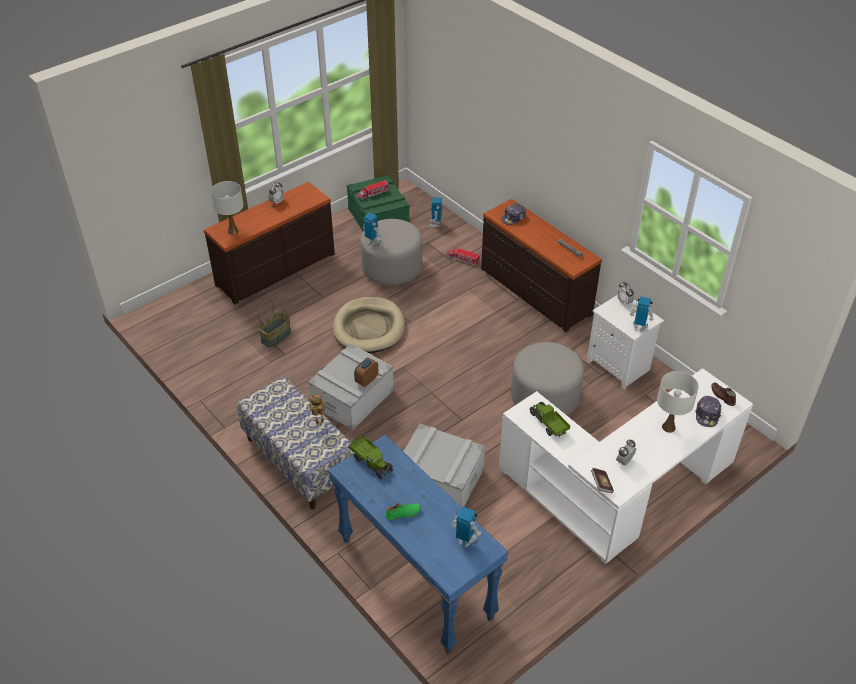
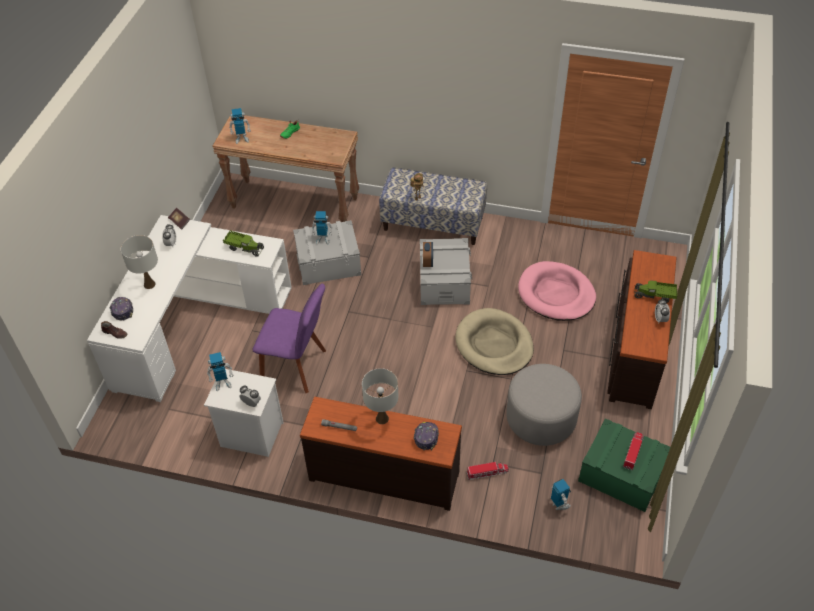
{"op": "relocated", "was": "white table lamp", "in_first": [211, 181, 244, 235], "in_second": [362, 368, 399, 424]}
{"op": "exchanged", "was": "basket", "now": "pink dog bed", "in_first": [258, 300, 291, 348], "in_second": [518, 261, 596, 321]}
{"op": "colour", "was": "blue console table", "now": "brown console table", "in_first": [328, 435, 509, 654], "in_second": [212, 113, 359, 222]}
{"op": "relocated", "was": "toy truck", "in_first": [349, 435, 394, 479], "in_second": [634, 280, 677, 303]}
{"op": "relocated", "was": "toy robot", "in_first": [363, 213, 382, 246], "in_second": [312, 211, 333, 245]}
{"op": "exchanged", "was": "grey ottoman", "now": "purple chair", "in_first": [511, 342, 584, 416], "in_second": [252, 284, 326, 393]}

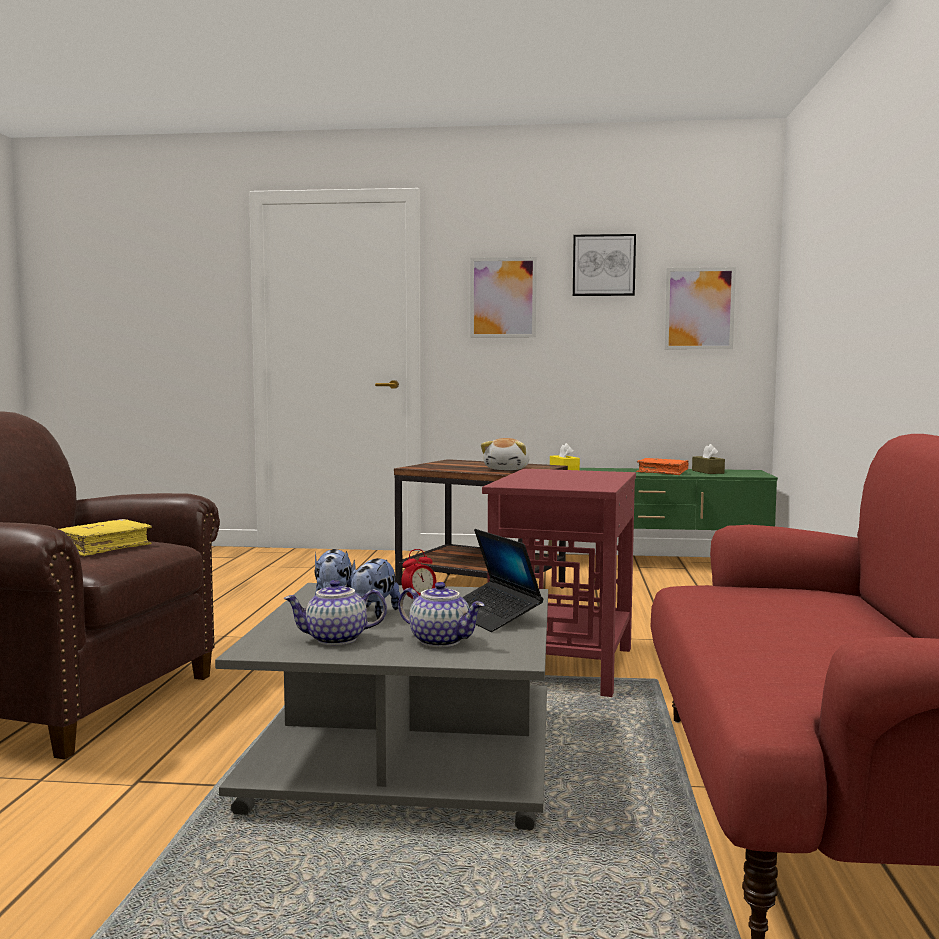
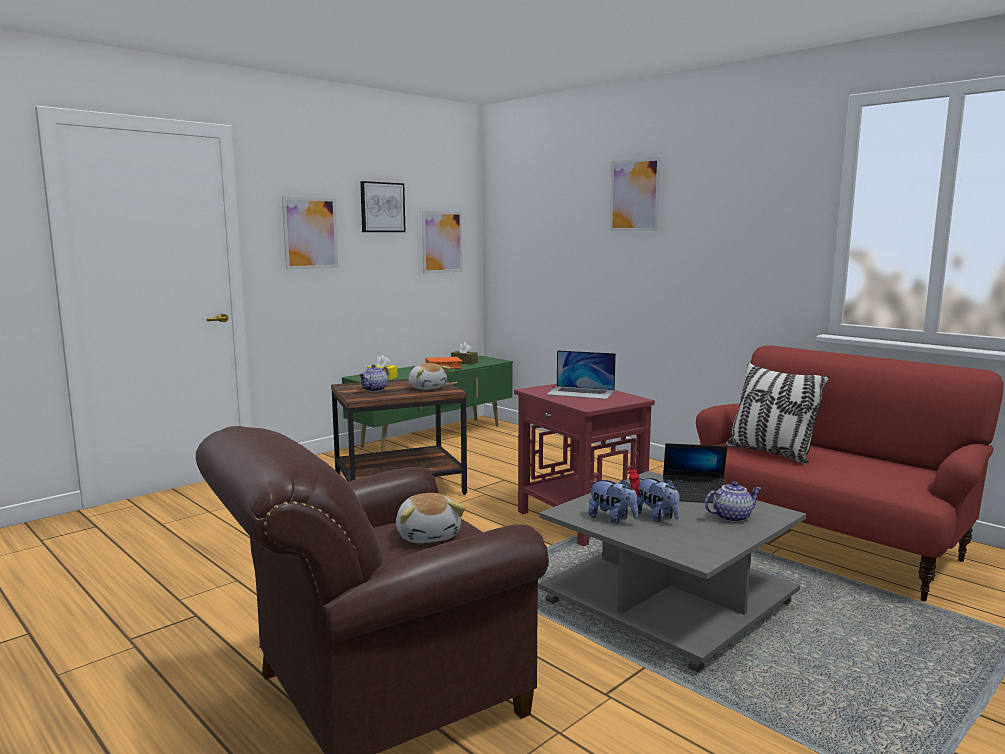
{"op": "exchanged", "was": "yellow book", "now": "plush toy", "in_first": [59, 519, 152, 556], "in_second": [396, 493, 465, 543]}
{"op": "relocated", "was": "teapot", "in_first": [283, 580, 387, 645], "in_second": [359, 364, 389, 392]}
{"op": "appeared", "now": "laptop", "in_second": [546, 350, 616, 399]}
{"op": "appeared", "now": "picture", "in_second": [609, 157, 661, 231]}
{"op": "appeared", "now": "pillow", "in_second": [726, 363, 829, 464]}

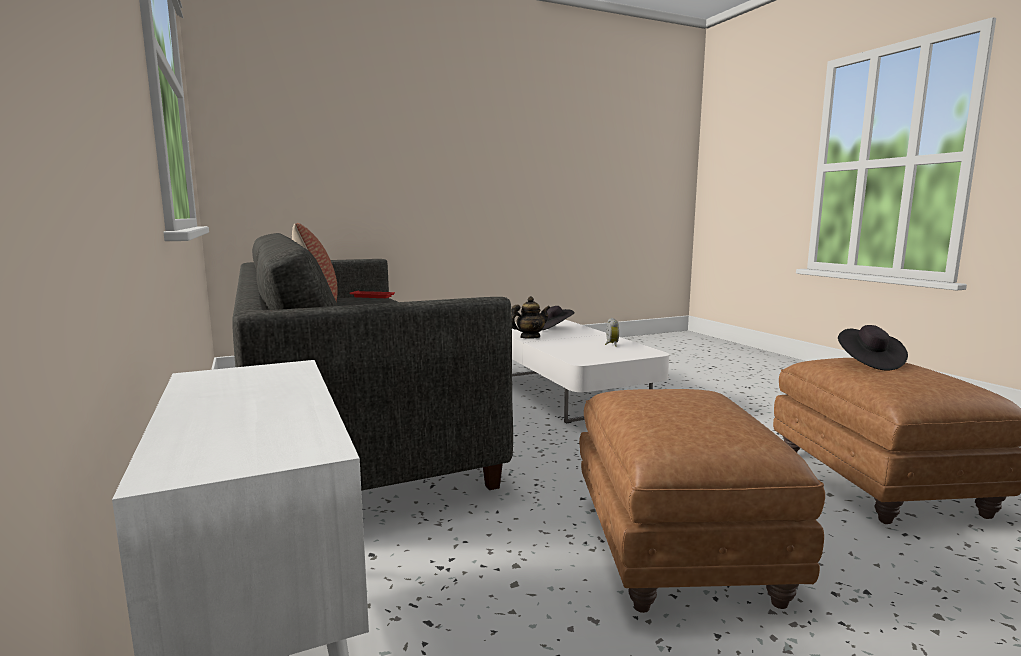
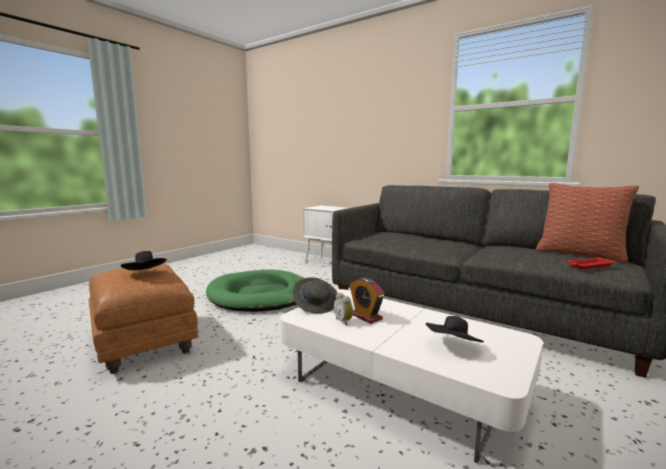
{"op": "missing", "was": "teapot", "in_first": [512, 296, 550, 339]}
{"op": "exchanged", "was": "brown ottoman", "now": "green dog bed", "in_first": [579, 389, 825, 613], "in_second": [206, 270, 304, 312]}
{"op": "appeared", "now": "grey hat", "in_second": [293, 277, 338, 314]}
{"op": "appeared", "now": "alarm clock", "in_second": [350, 277, 385, 324]}

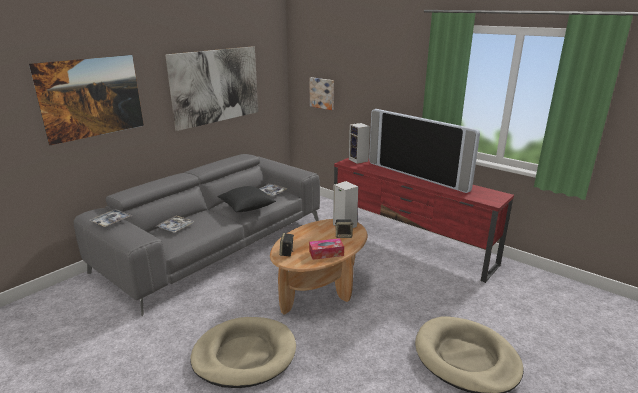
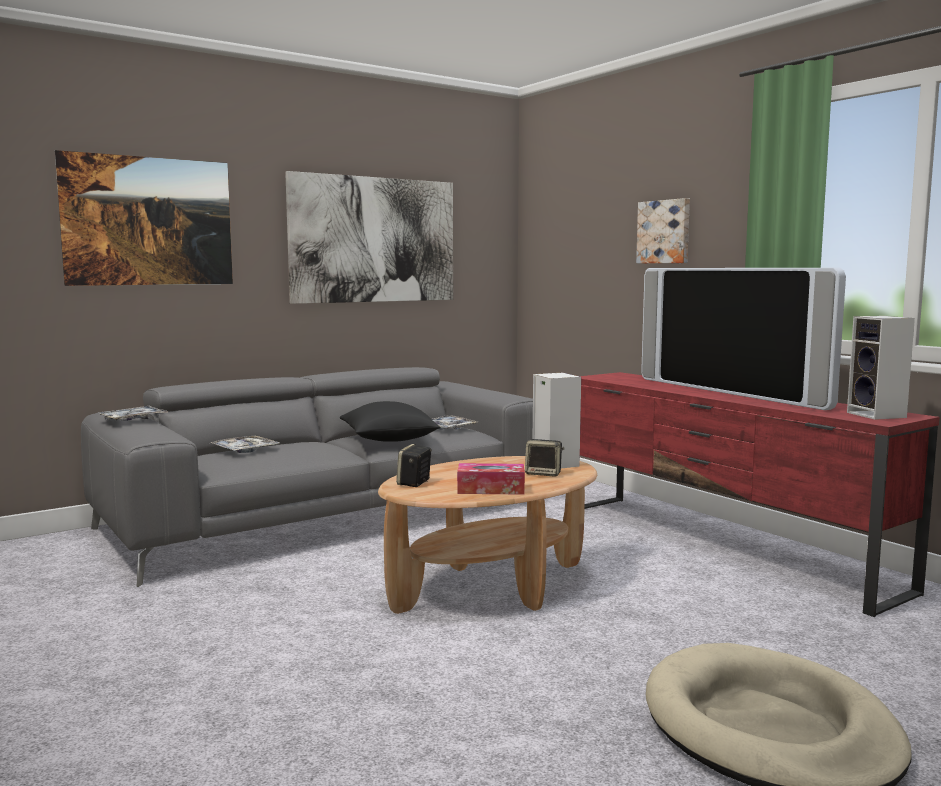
{"op": "missing", "was": "beige dog bed", "in_first": [190, 317, 296, 388]}
{"op": "relocated", "was": "picture", "in_first": [309, 77, 334, 110], "in_second": [636, 198, 690, 264]}
{"op": "relocated", "was": "speaker", "in_first": [349, 123, 370, 164], "in_second": [847, 316, 915, 420]}

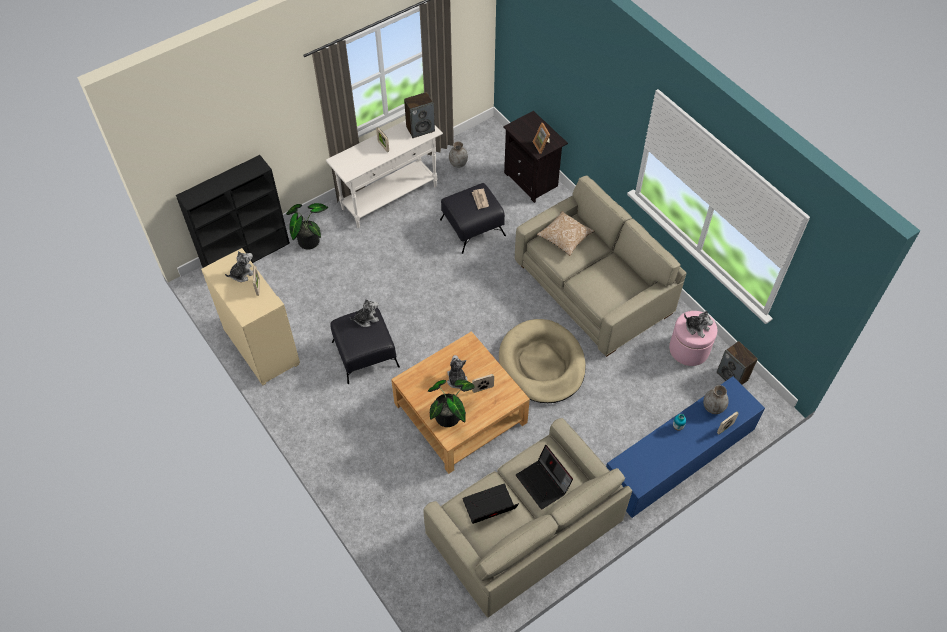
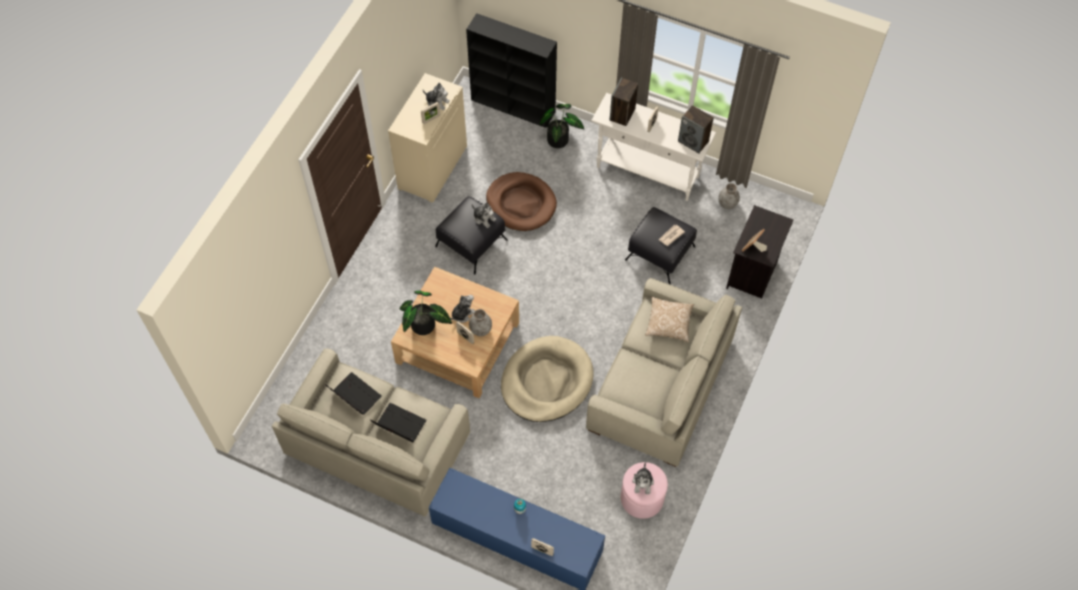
{"op": "spun", "was": "laptop", "in_first": [516, 445, 573, 509], "in_second": [370, 403, 426, 442], "clockwise": 90}
{"op": "relocated", "was": "grey vase", "in_first": [703, 385, 729, 414], "in_second": [469, 309, 492, 336]}
{"op": "relocated", "was": "speaker", "in_first": [717, 341, 758, 385], "in_second": [610, 77, 638, 126]}
{"op": "appeared", "now": "brown dog bed", "in_second": [486, 172, 557, 231]}

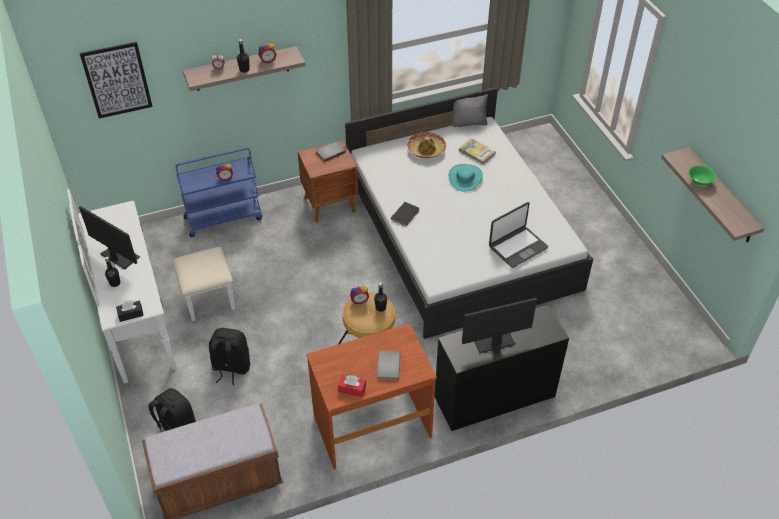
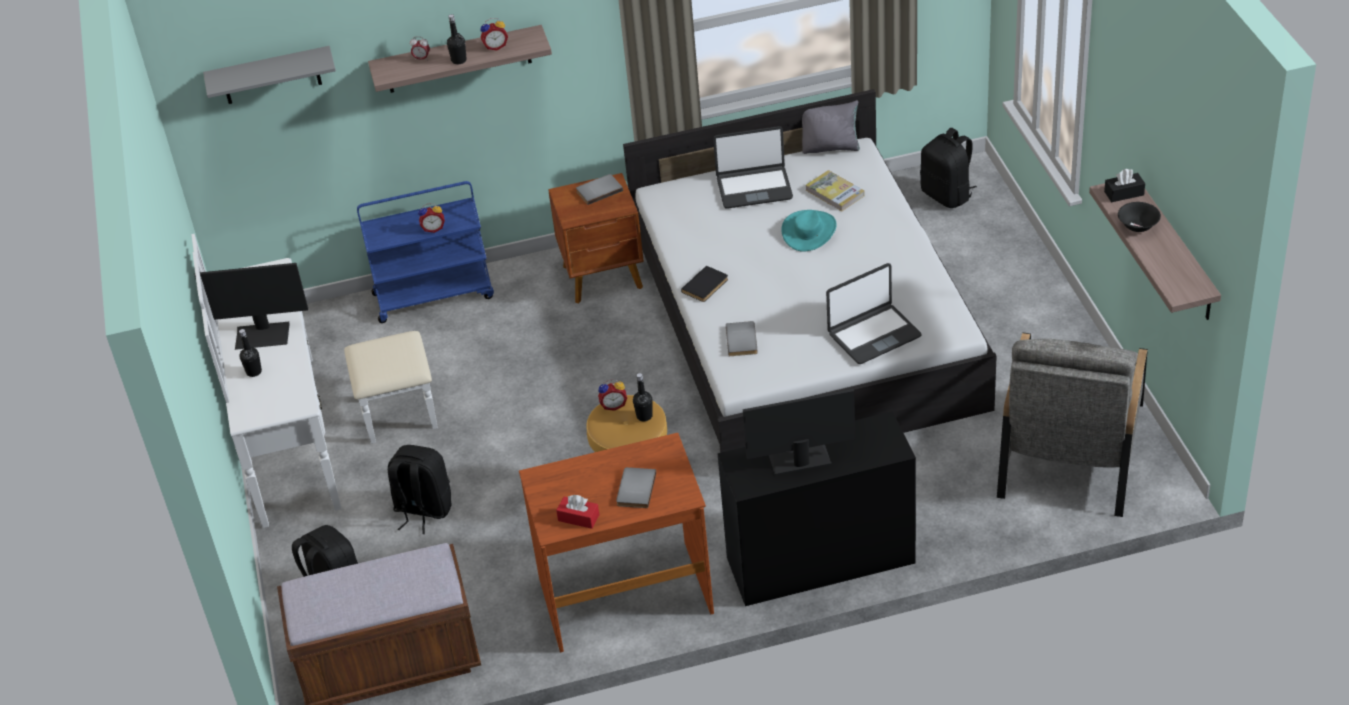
{"op": "spun", "was": "monitor", "in_first": [79, 206, 140, 269], "in_second": [194, 263, 308, 350], "clockwise": 135}
{"op": "exchanged", "was": "picture", "now": "grey shelf", "in_first": [80, 42, 153, 118], "in_second": [203, 46, 336, 104]}
{"op": "relocated", "was": "black tissue box", "in_first": [116, 300, 144, 322], "in_second": [1104, 169, 1145, 202]}
{"op": "exchanged", "was": "hat", "now": "laptop", "in_first": [407, 132, 446, 158], "in_second": [713, 126, 793, 209]}
{"op": "colour", "was": "green bowl", "now": "black bowl", "in_first": [688, 165, 716, 185], "in_second": [1118, 202, 1161, 232]}
{"op": "appeared", "now": "grey book", "in_second": [726, 321, 758, 356]}
{"op": "appeared", "now": "black backpack", "in_second": [920, 128, 977, 208]}
{"op": "appeared", "now": "grey armchair", "in_second": [997, 333, 1148, 517]}

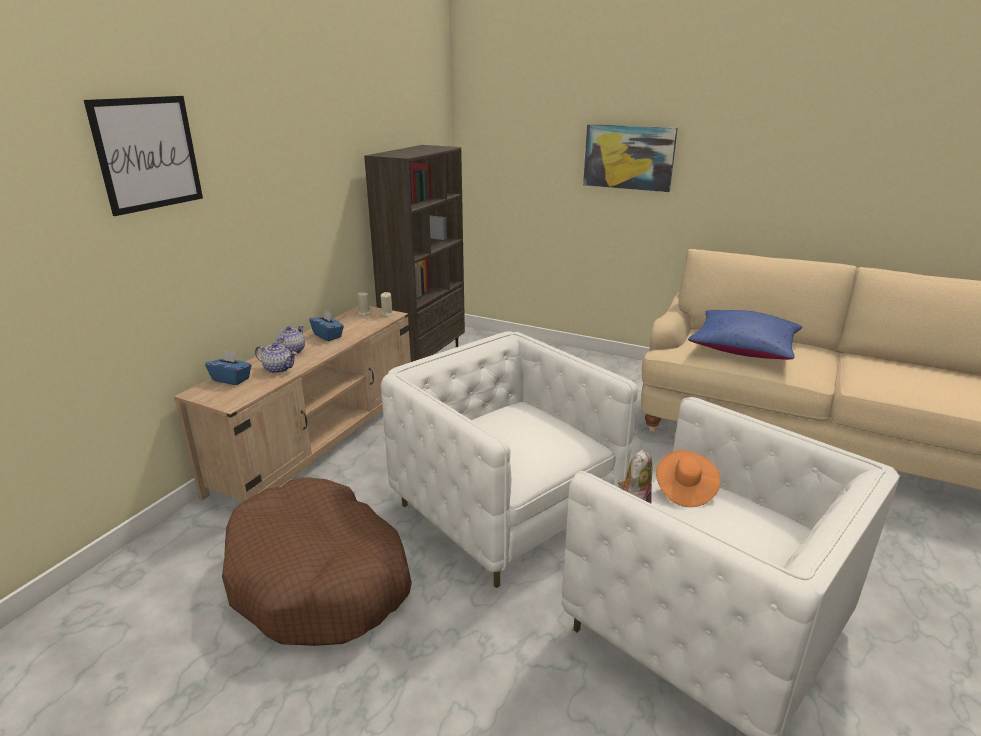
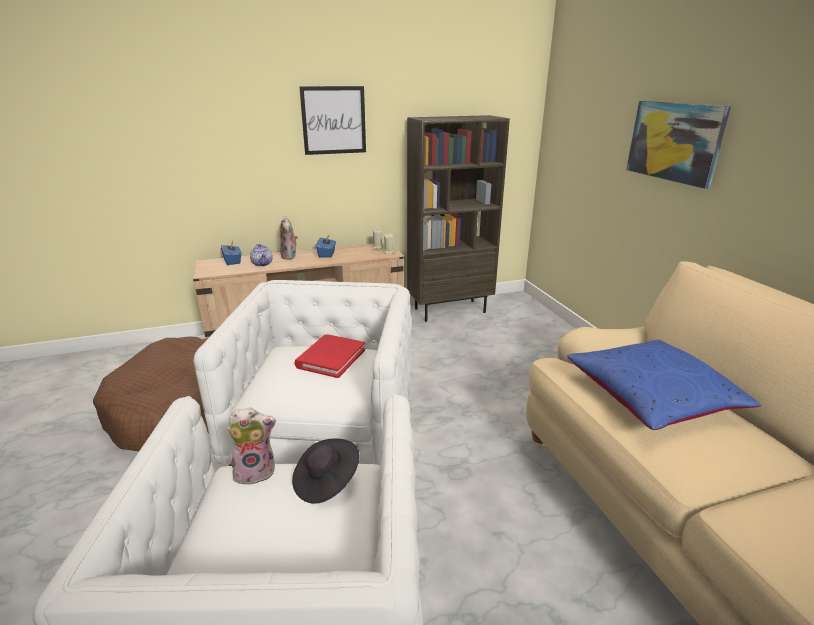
{"op": "relocated", "was": "picture", "in_first": [84, 96, 203, 216], "in_second": [299, 86, 366, 155]}
{"op": "exchanged", "was": "teapot", "now": "plush toy", "in_first": [275, 325, 305, 355], "in_second": [280, 216, 298, 260]}
{"op": "colour", "was": "orange hat", "now": "black hat", "in_first": [656, 450, 720, 507], "in_second": [292, 438, 360, 504]}
{"op": "appeared", "now": "red book", "in_second": [294, 334, 365, 378]}

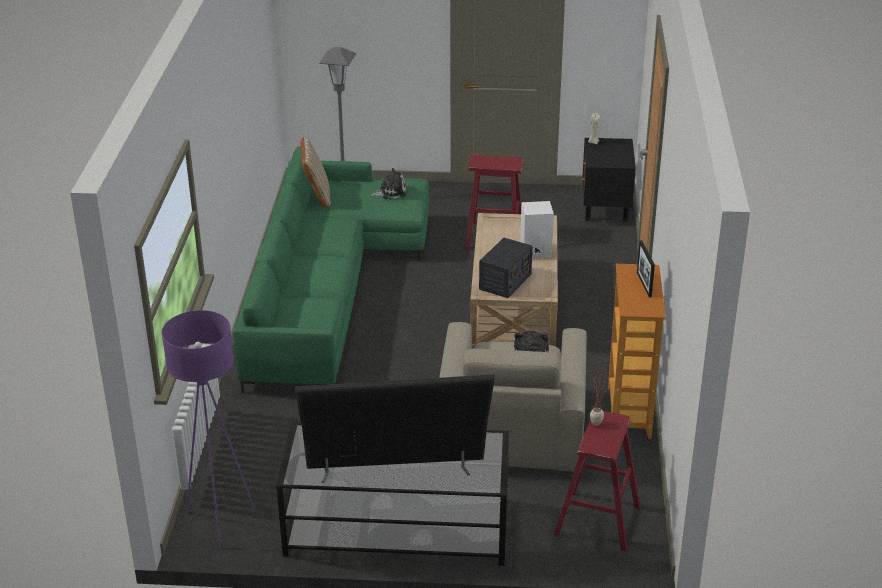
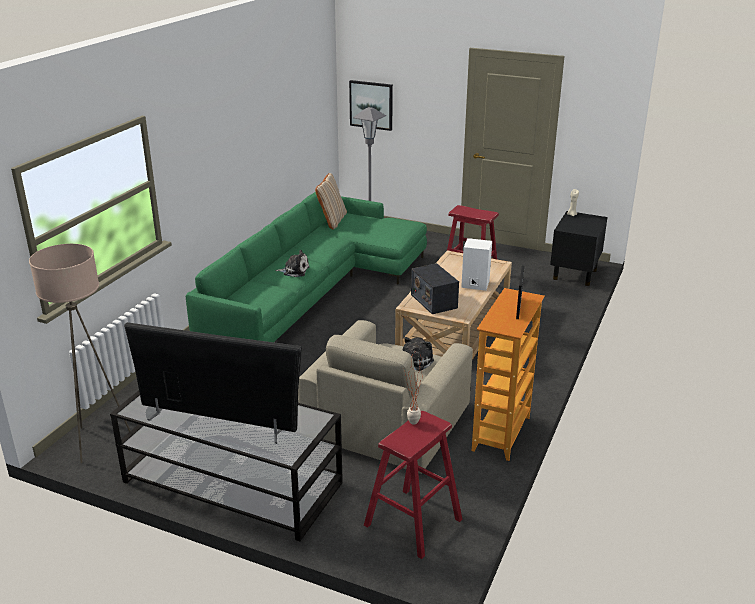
{"op": "colour", "was": "purple floor lamp", "now": "beige floor lamp", "in_first": [162, 310, 255, 549], "in_second": [29, 244, 131, 463]}
{"op": "relocated", "was": "plush toy", "in_first": [371, 168, 406, 199], "in_second": [275, 250, 310, 277]}
{"op": "spun", "was": "radio", "in_first": [479, 237, 532, 298], "in_second": [411, 263, 459, 314], "clockwise": 105}
{"op": "appeared", "now": "picture", "in_second": [349, 80, 393, 131]}

